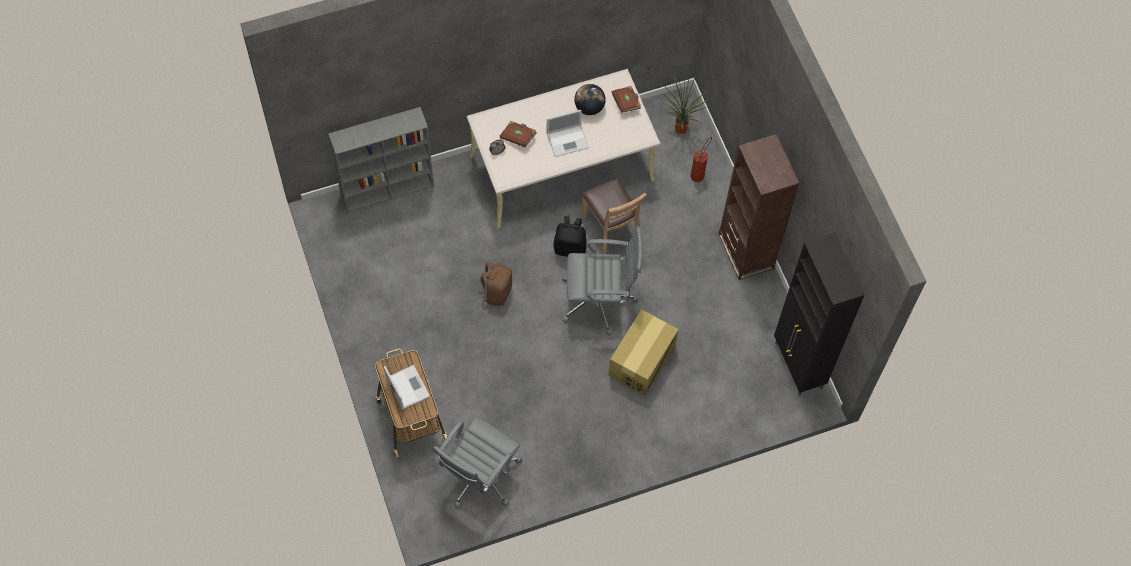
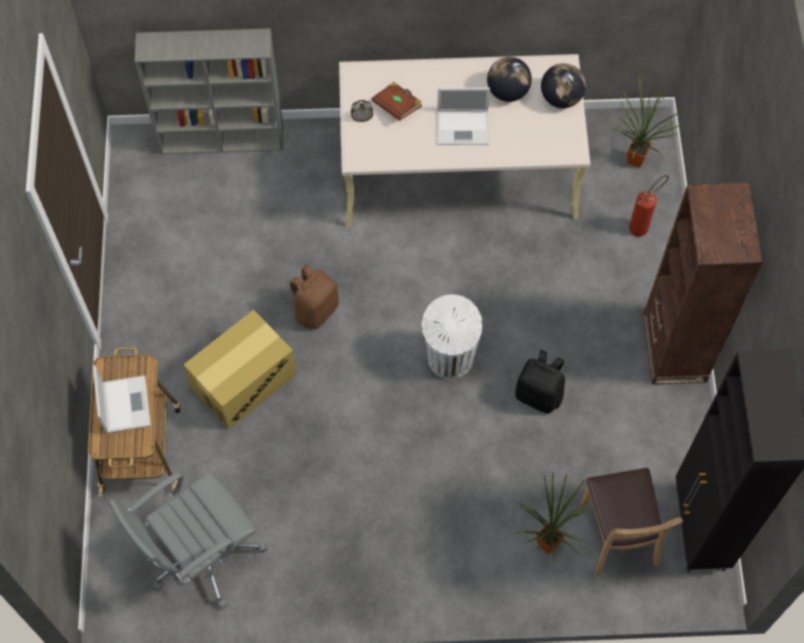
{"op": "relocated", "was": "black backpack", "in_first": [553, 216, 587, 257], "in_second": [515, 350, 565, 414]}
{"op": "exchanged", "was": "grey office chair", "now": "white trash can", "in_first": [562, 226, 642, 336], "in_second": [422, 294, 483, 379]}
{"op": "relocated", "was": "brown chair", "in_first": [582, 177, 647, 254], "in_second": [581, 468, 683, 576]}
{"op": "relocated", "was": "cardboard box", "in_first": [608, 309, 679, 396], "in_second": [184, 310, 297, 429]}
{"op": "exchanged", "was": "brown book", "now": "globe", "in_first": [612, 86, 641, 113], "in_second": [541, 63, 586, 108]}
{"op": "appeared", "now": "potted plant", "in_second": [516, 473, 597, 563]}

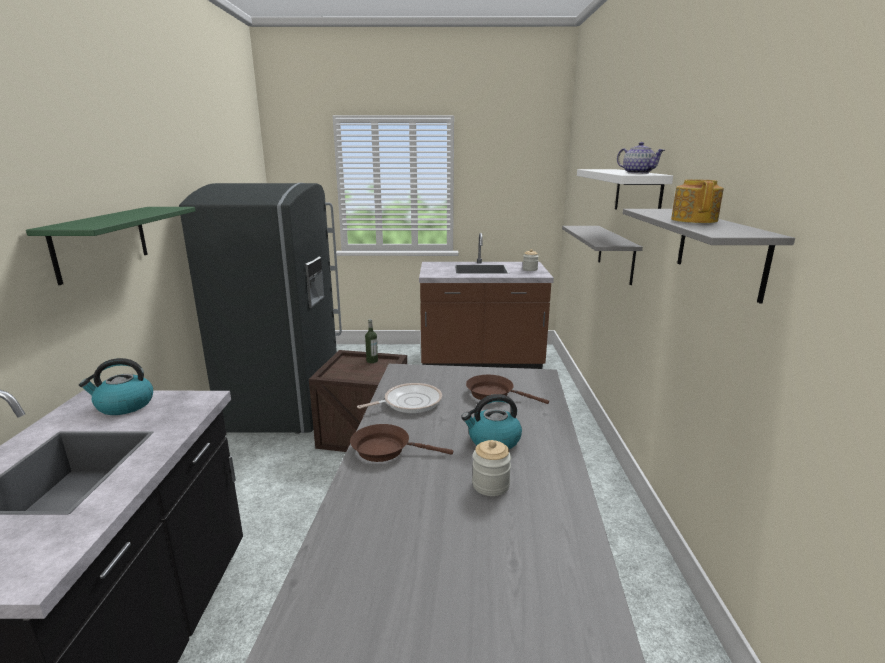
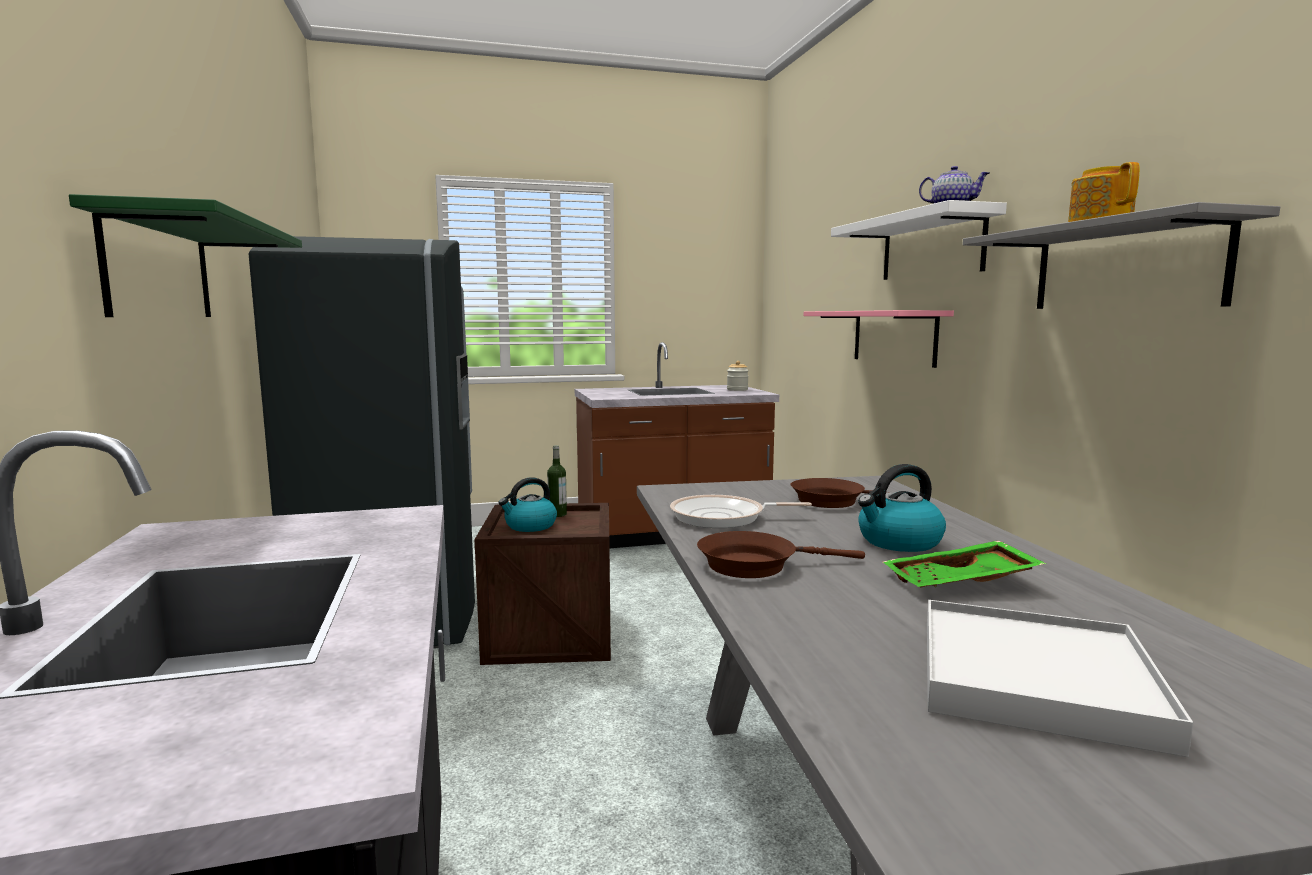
{"op": "relocated", "was": "kettle", "in_first": [79, 358, 153, 415], "in_second": [498, 477, 557, 532]}
{"op": "spun", "was": "frying pan", "in_first": [357, 383, 442, 413], "in_second": [670, 495, 812, 528], "clockwise": -135}
{"op": "exchanged", "was": "jar", "now": "green tray", "in_first": [472, 440, 511, 496], "in_second": [883, 540, 1047, 588]}
{"op": "colour", "was": "grey shelf", "now": "pink shelf", "in_first": [562, 226, 643, 285], "in_second": [803, 310, 954, 368]}
{"op": "appeared", "now": "white tray", "in_second": [927, 600, 1193, 757]}

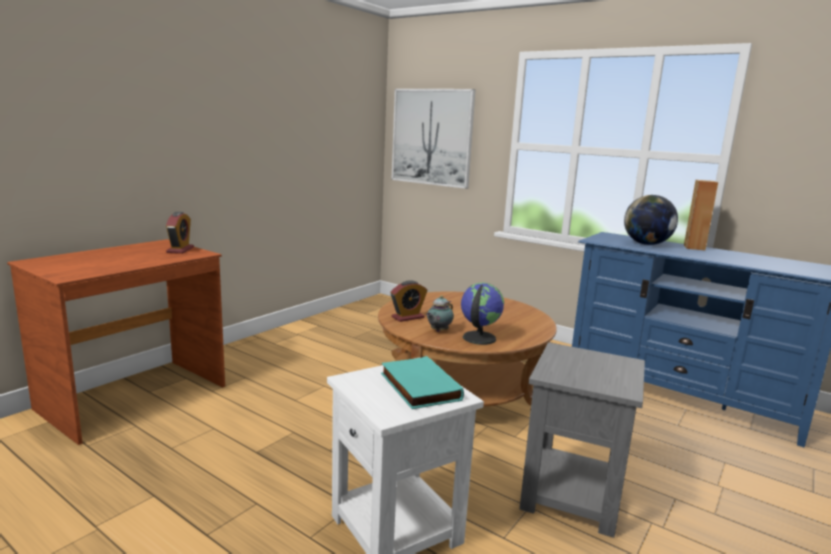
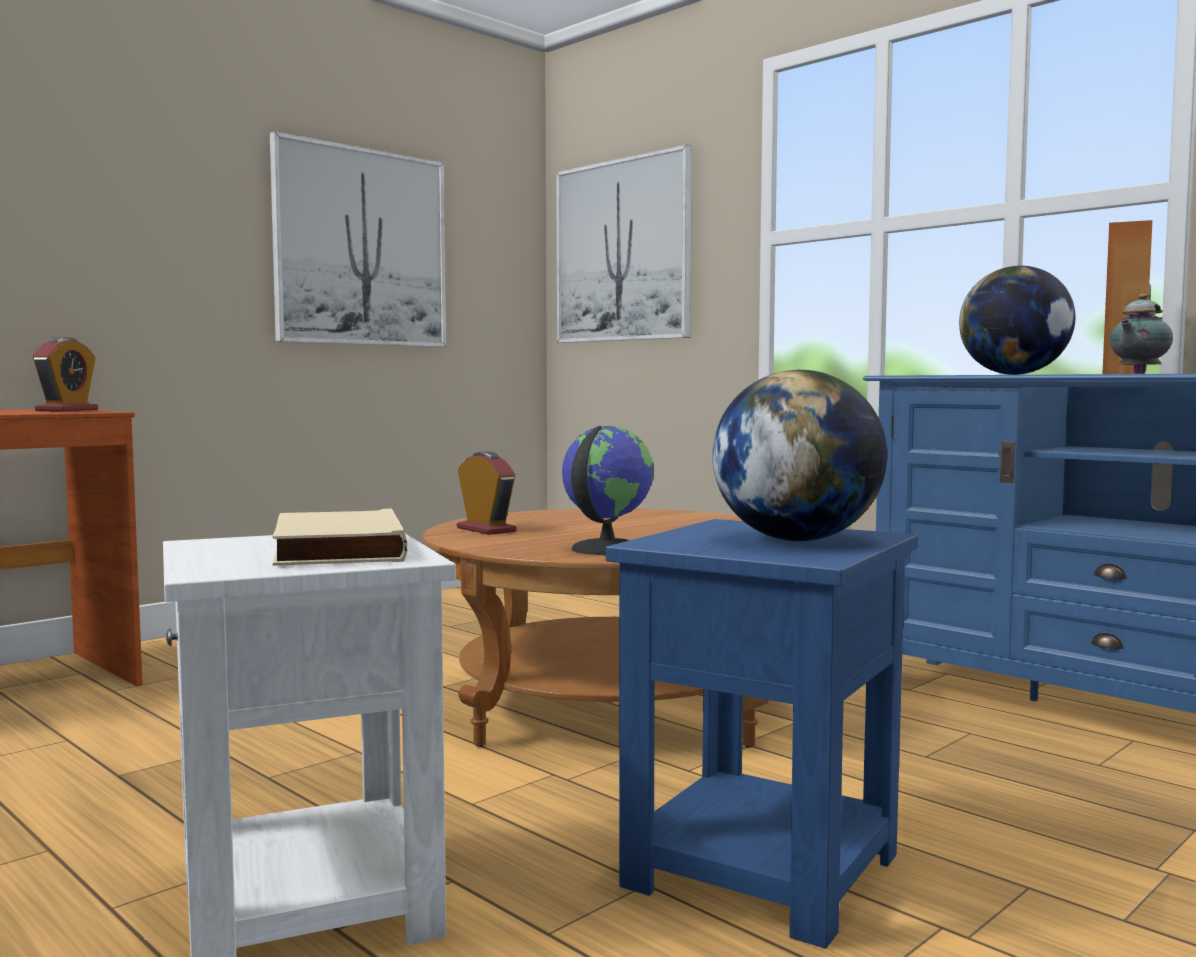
{"op": "colour", "was": "turquoise book", "now": "beige book", "in_first": [381, 356, 464, 409], "in_second": [272, 508, 407, 566]}
{"op": "spun", "was": "alarm clock", "in_first": [391, 280, 427, 322], "in_second": [457, 451, 517, 535], "clockwise": -105}
{"op": "relocated", "was": "teapot", "in_first": [426, 295, 454, 332], "in_second": [1110, 294, 1173, 374]}
{"op": "colour", "was": "grey side table", "now": "blue side table", "in_first": [520, 342, 645, 538], "in_second": [606, 519, 918, 949]}
{"op": "appeared", "now": "picture", "in_second": [270, 131, 446, 347]}
{"op": "appeared", "now": "globe", "in_second": [712, 370, 887, 541]}

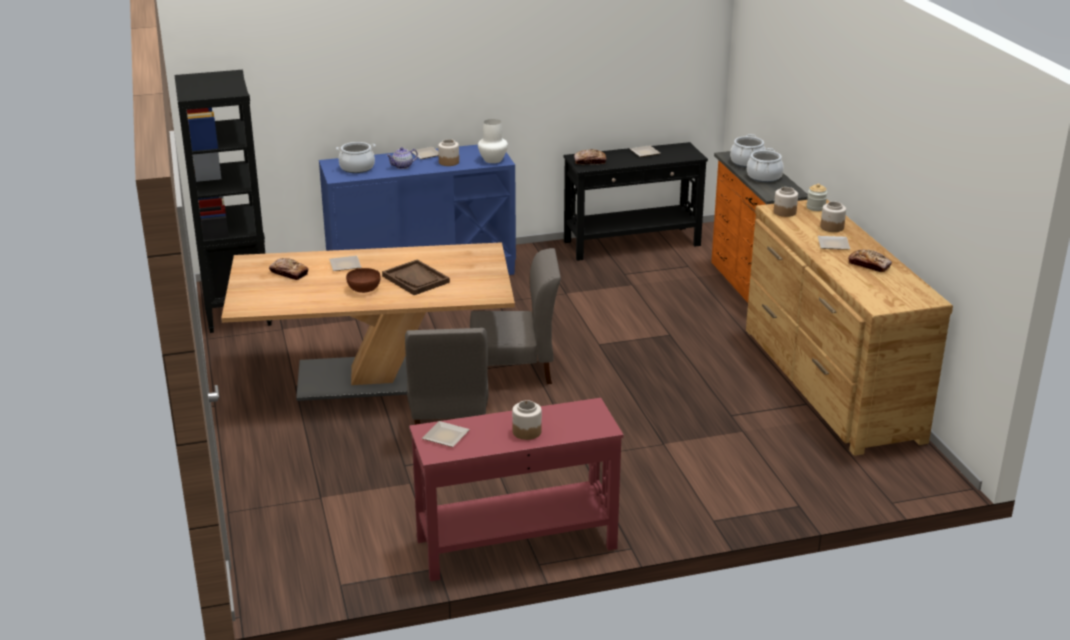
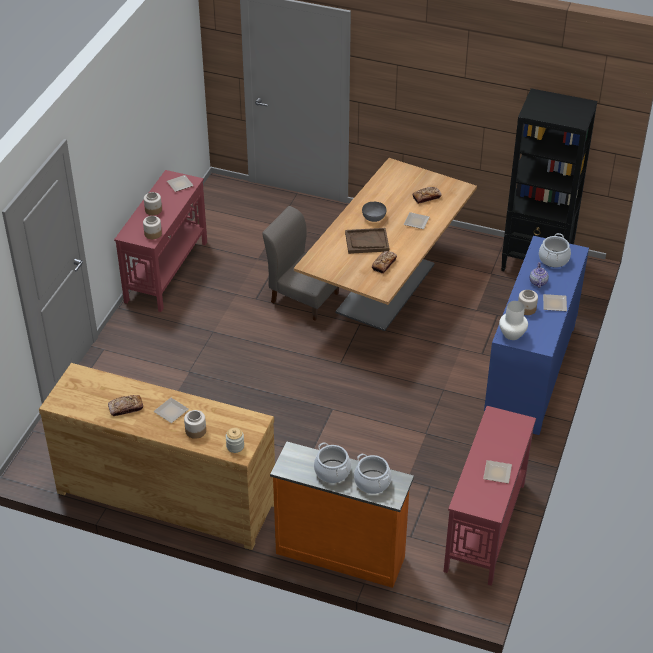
{"op": "colour", "was": "brown bowl", "now": "grey bowl", "in_first": [346, 268, 381, 293], "in_second": [362, 202, 387, 222]}
{"op": "missing", "was": "grey chair", "in_first": [470, 248, 561, 384]}
{"op": "colour", "was": "black console table", "now": "red console table", "in_first": [563, 142, 708, 261], "in_second": [443, 406, 536, 586]}
{"op": "relocated", "was": "bread", "in_first": [574, 149, 606, 164], "in_second": [372, 251, 397, 274]}
{"op": "relocated", "was": "jar", "in_first": [774, 187, 798, 217], "in_second": [143, 216, 162, 239]}

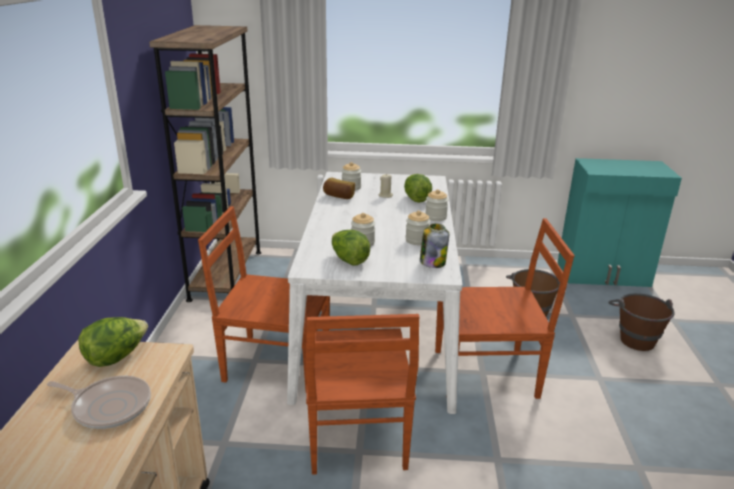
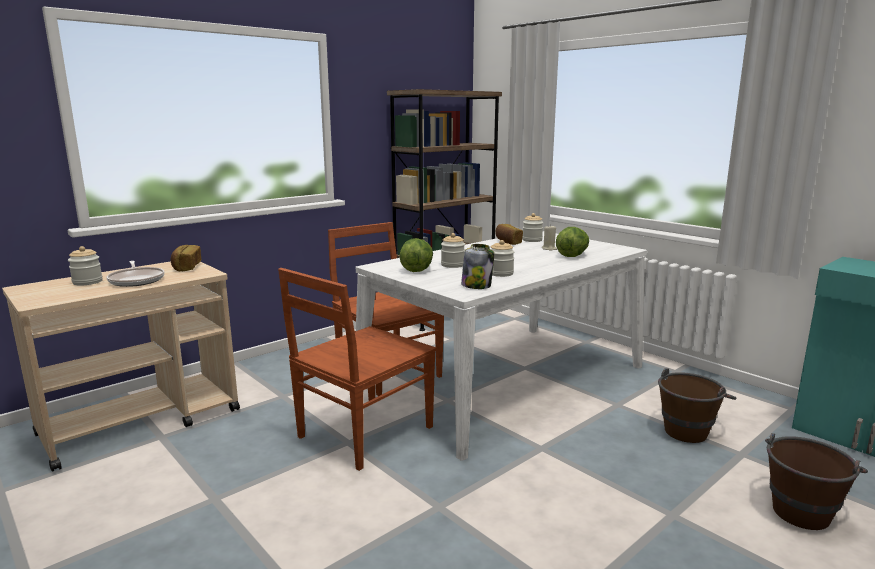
{"op": "exchanged", "was": "lettuce", "now": "bread", "in_first": [78, 317, 148, 367], "in_second": [171, 245, 201, 271]}
{"op": "relocated", "was": "jar", "in_first": [425, 189, 448, 221], "in_second": [68, 246, 103, 285]}
{"op": "missing", "was": "brown chair", "in_first": [435, 218, 575, 399]}

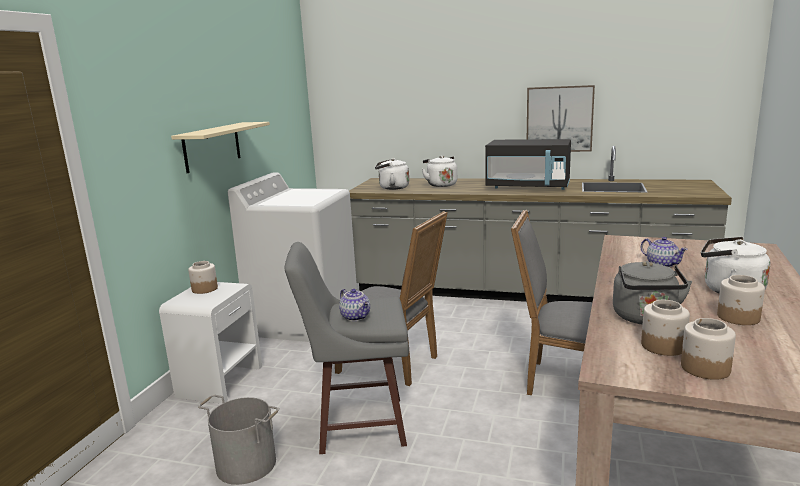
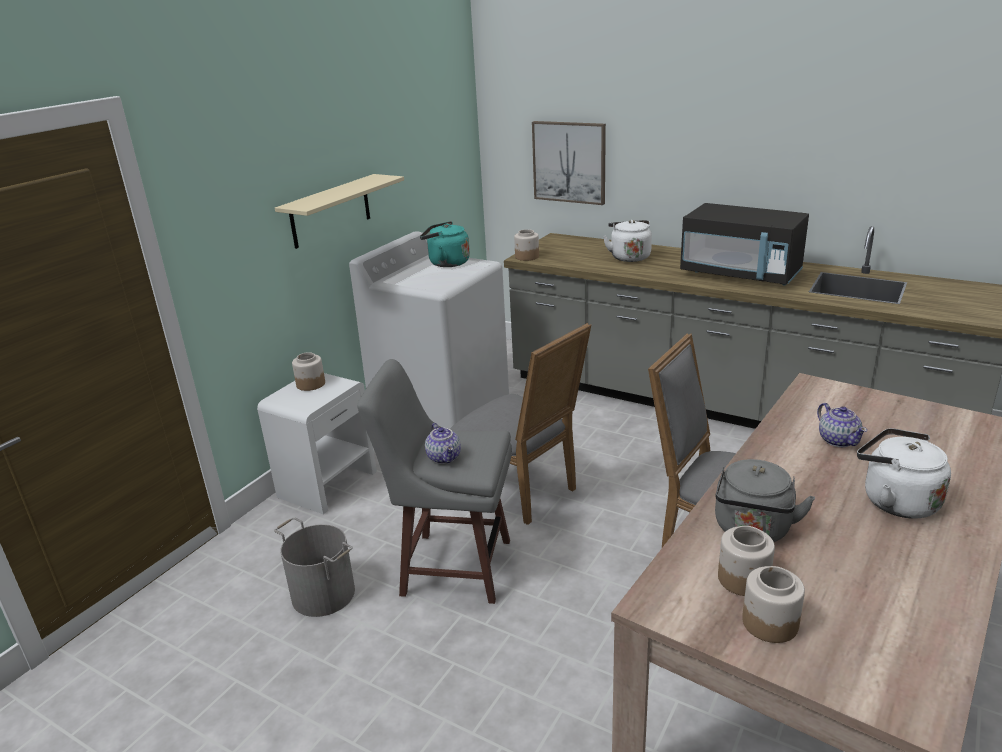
{"op": "missing", "was": "white kettle", "in_first": [375, 158, 409, 190]}
{"op": "relocated", "was": "picture", "in_first": [527, 85, 595, 152], "in_second": [532, 121, 606, 205]}
{"op": "relocated", "was": "jar", "in_first": [717, 275, 765, 325], "in_second": [514, 229, 539, 261]}
{"op": "appeared", "now": "turquoise kettle", "in_second": [420, 221, 470, 267]}

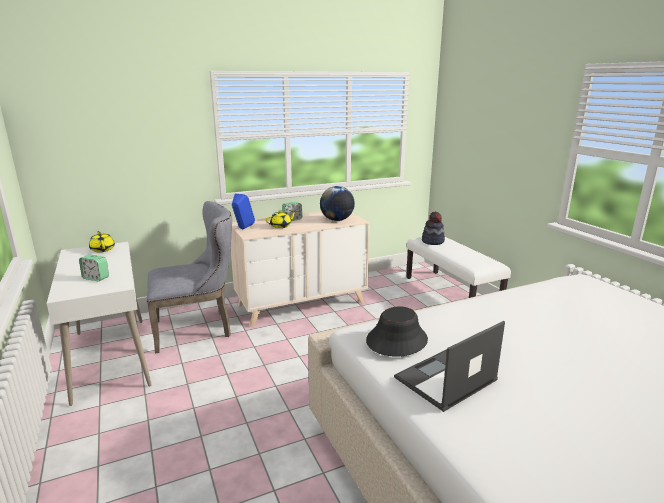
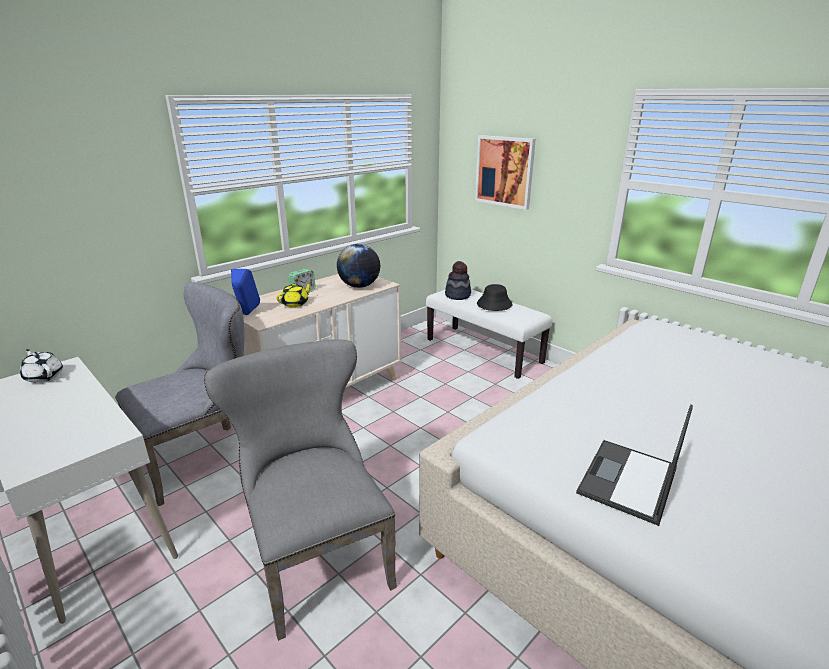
{"op": "missing", "was": "alarm clock", "in_first": [79, 254, 109, 281]}
{"op": "colour", "was": "yellow teapot", "now": "white teapot", "in_first": [89, 231, 115, 252], "in_second": [20, 349, 63, 383]}
{"op": "relocated", "was": "black hat", "in_first": [366, 306, 428, 357], "in_second": [477, 284, 512, 311]}
{"op": "appeared", "now": "grey chair", "in_second": [204, 339, 397, 641]}
{"op": "appeared", "now": "picture", "in_second": [475, 135, 536, 210]}

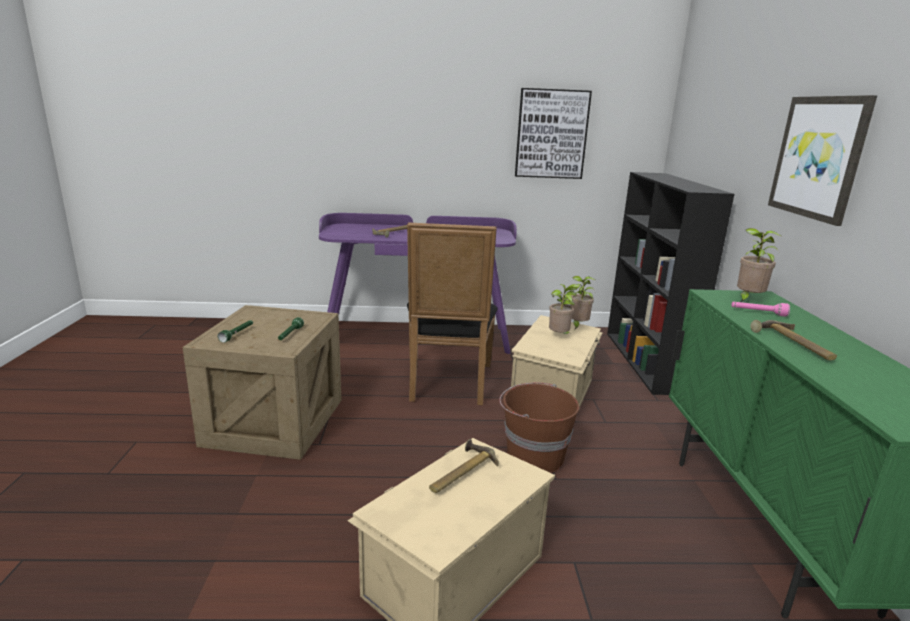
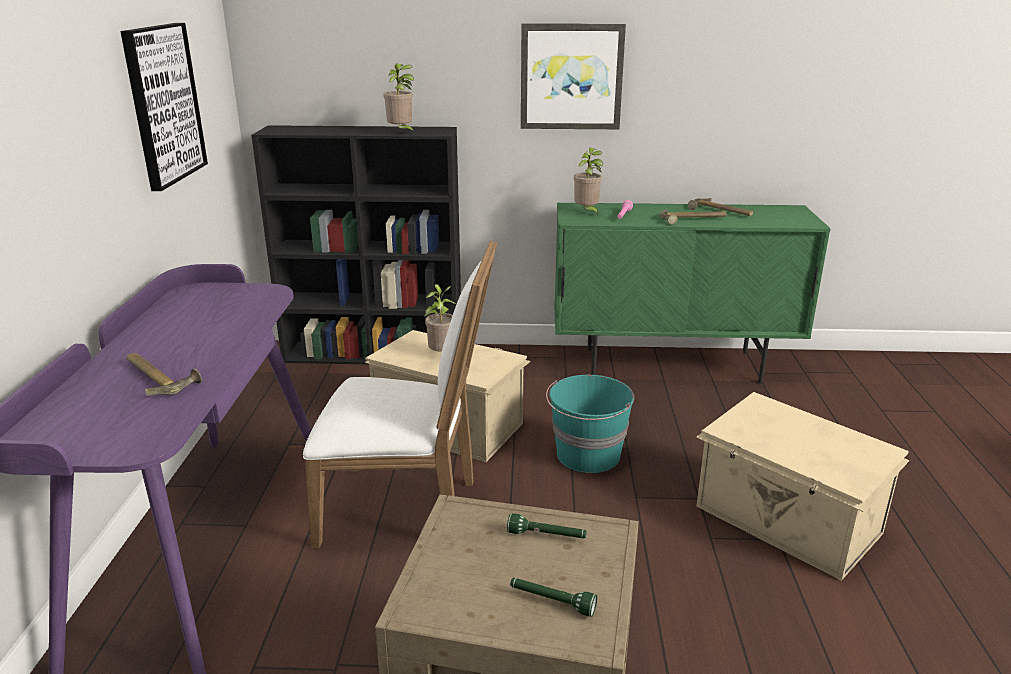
{"op": "colour", "was": "black chair", "now": "white chair", "in_first": [407, 222, 497, 405], "in_second": [303, 240, 497, 549]}
{"op": "relocated", "was": "hammer", "in_first": [429, 439, 499, 493], "in_second": [688, 198, 753, 216]}
{"op": "colour", "was": "brown bucket", "now": "turquoise bucket", "in_first": [499, 383, 579, 473], "in_second": [546, 375, 634, 473]}
{"op": "relocated", "was": "potted plant", "in_first": [571, 276, 595, 329], "in_second": [383, 63, 415, 134]}

